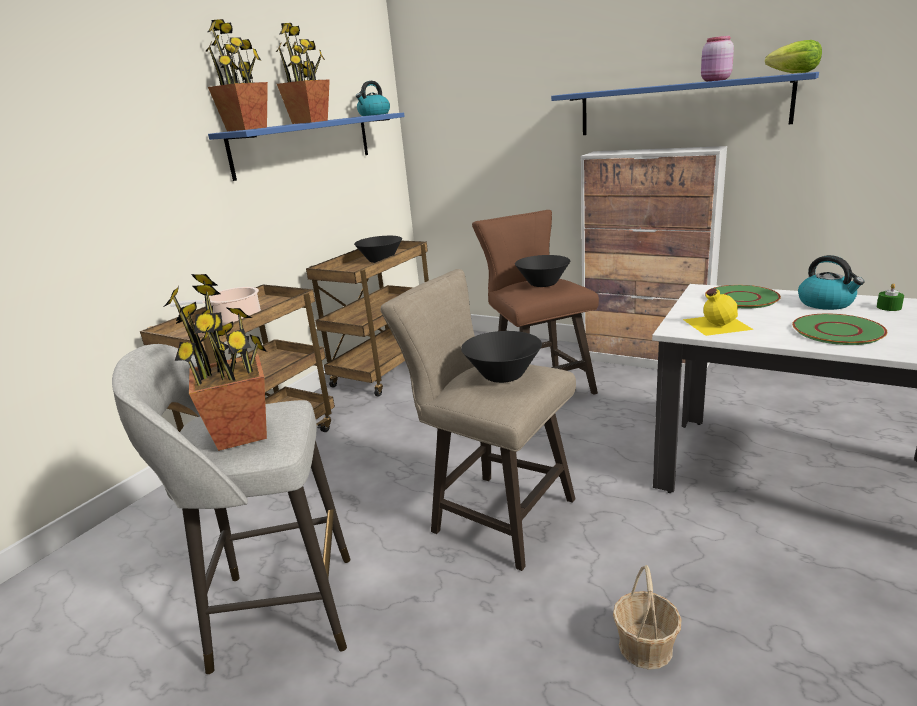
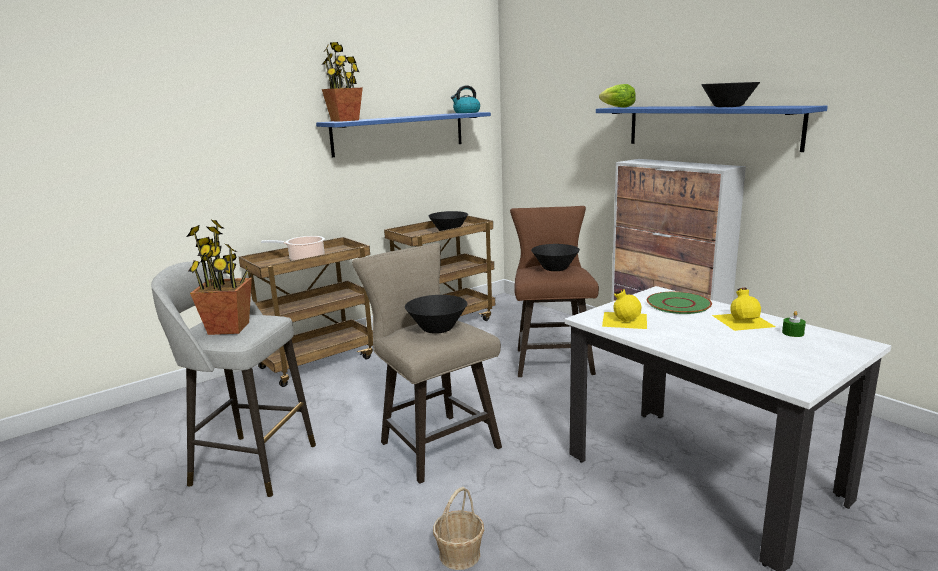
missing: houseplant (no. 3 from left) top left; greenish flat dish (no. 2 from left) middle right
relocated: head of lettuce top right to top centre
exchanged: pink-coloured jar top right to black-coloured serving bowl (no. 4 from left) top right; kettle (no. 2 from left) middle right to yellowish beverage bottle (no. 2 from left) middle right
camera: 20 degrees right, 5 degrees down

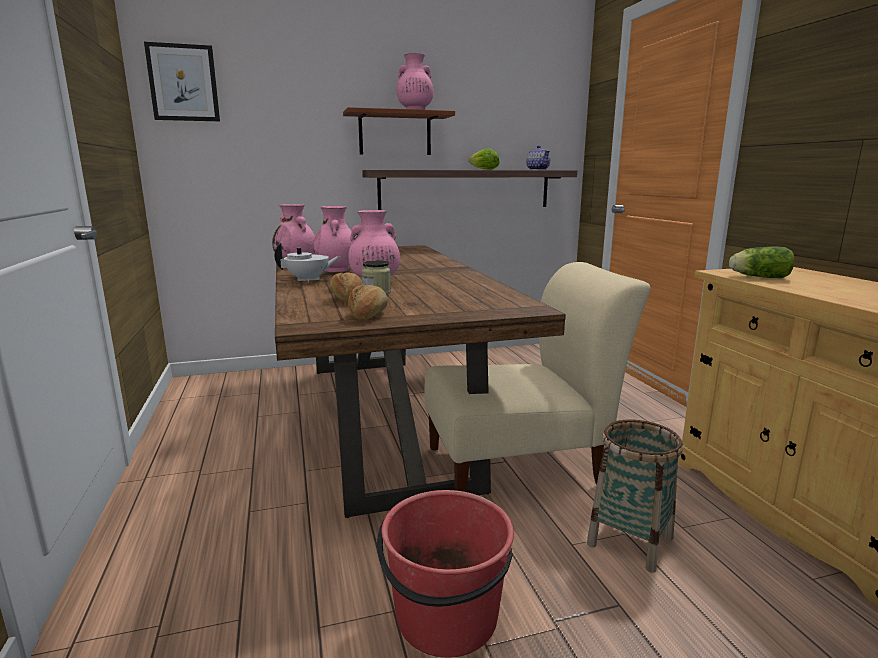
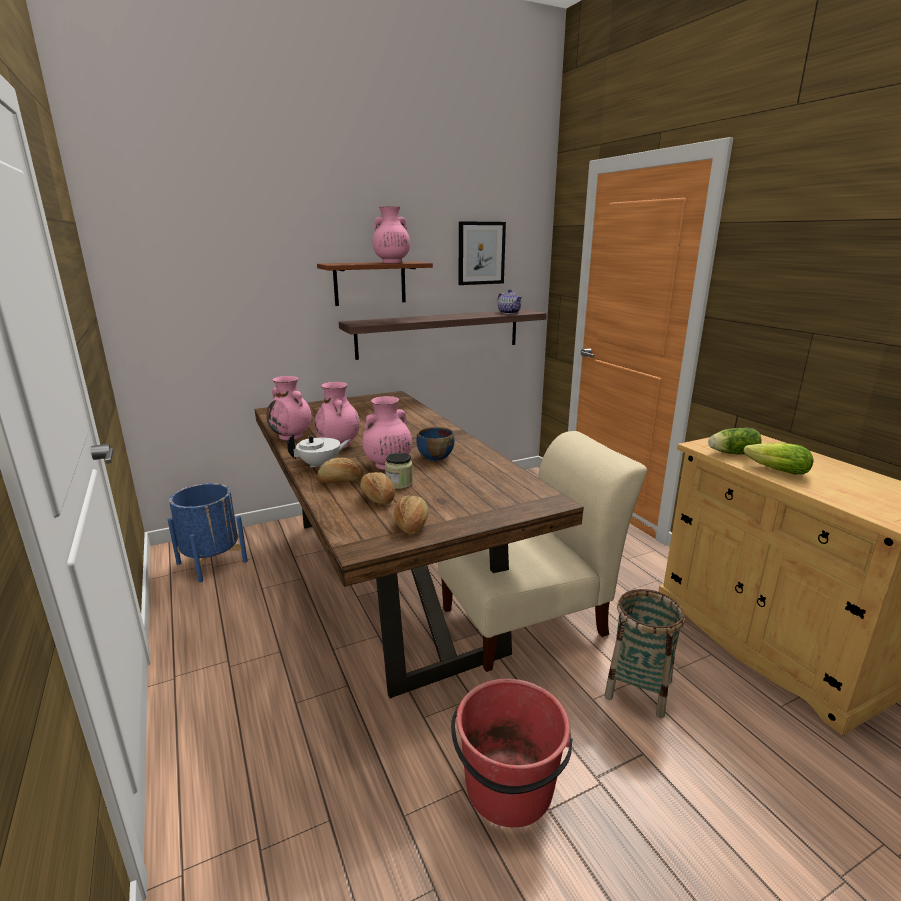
appeared: bluish serving bowl centre; bread (no. 1 from left) centre; bluish planter middle left
relocated: picture top left to top centre; head of lettuce (no. 1 from left in the first image) top centre to head of lettuce (no. 2 from left) middle right
camera: 10 degrees left, 5 degrees up

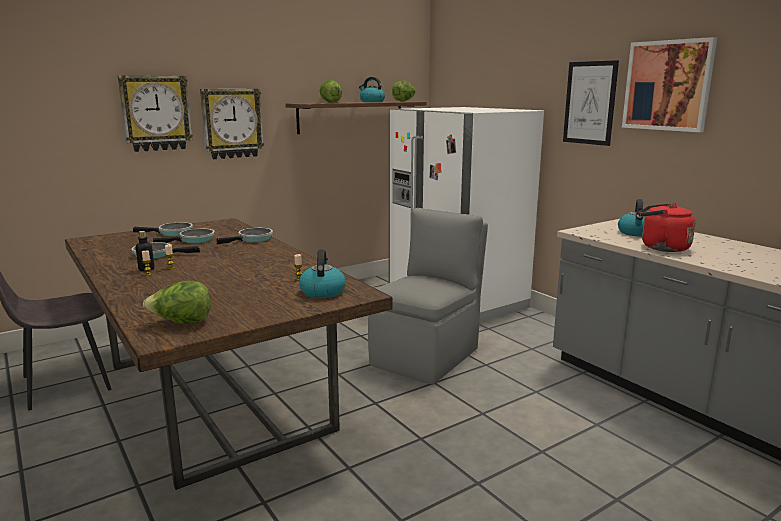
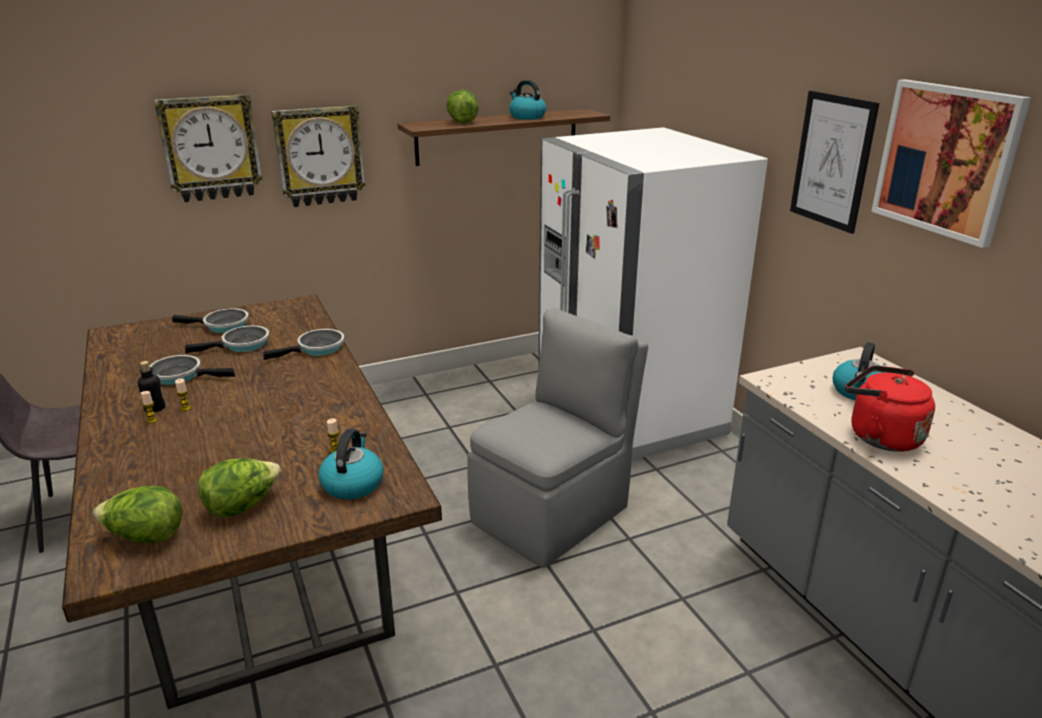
relocated: head of lettuce (no. 3 from left in the first image) top centre to head of lettuce (no. 2 from left) bottom left
camera: 10 degrees right, 10 degrees up

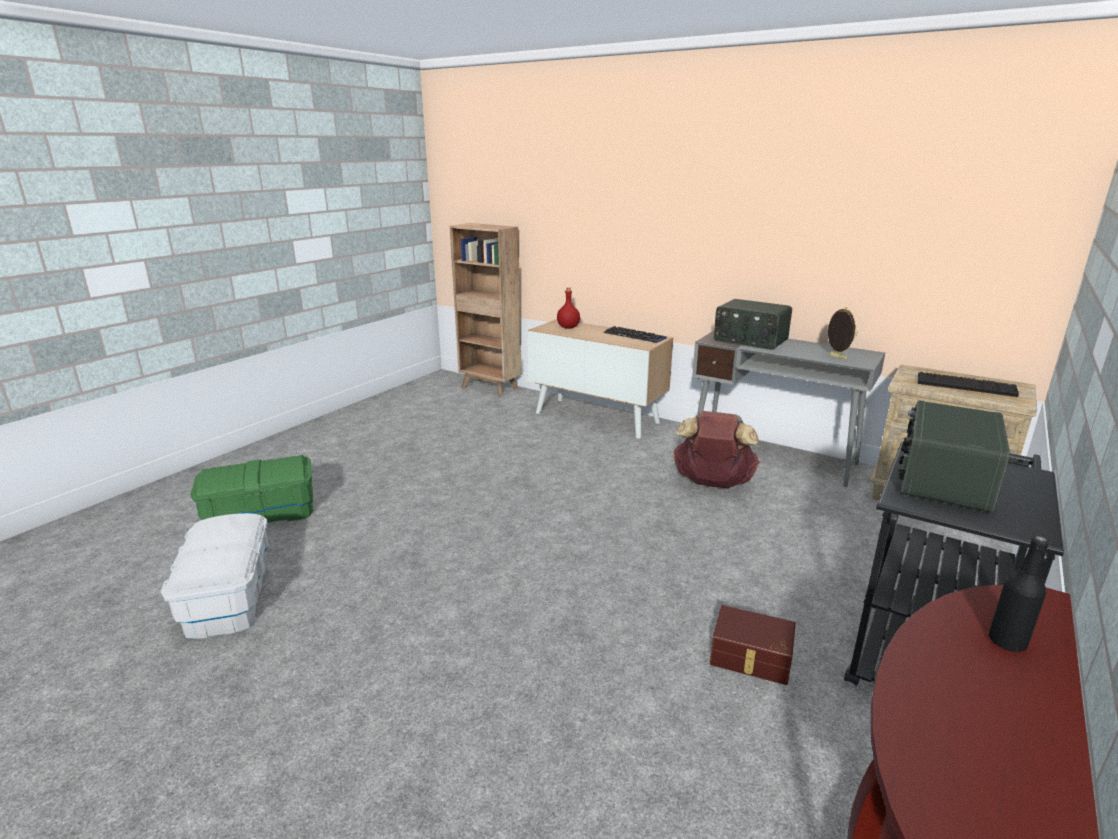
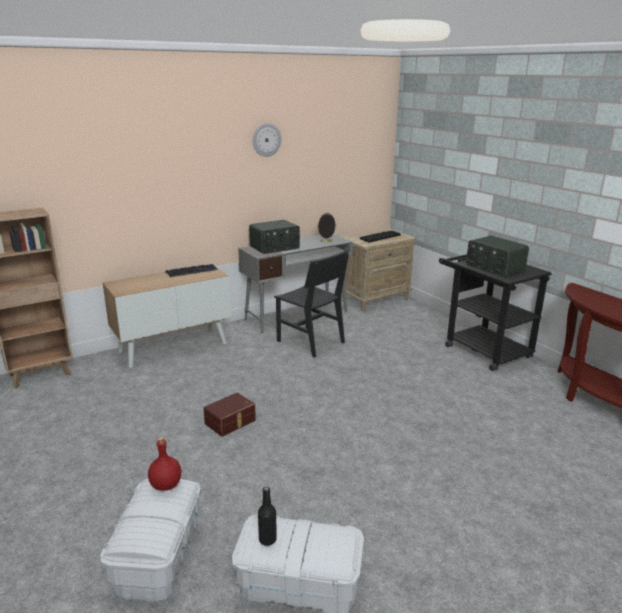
appeared: clock on the wall top centre
relocated: reddish beverage bottle centre to bottom left; black-coloured beverage bottle bottom right to bottom centre; brown-coloured storage bin bottom right to bottom centre
exchanged: brown-coloured knapsack centre to black-coloured upright chair centre
colour: greenish storage bin middle left to whitish storage bin (no. 1 from left) bottom left
camera: 65 degrees left, 0 degrees up

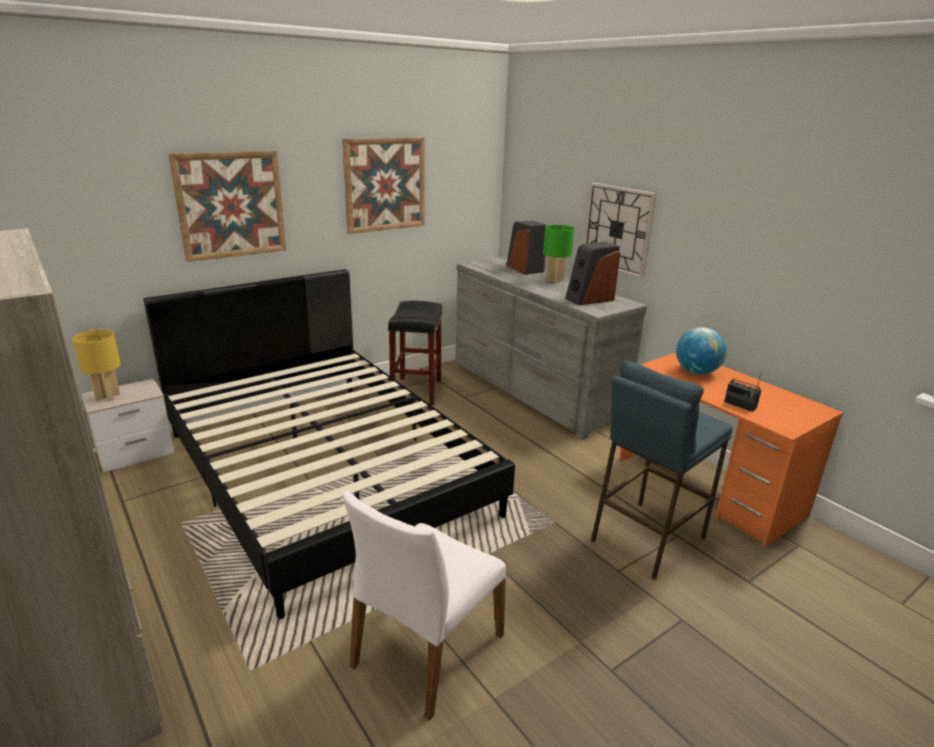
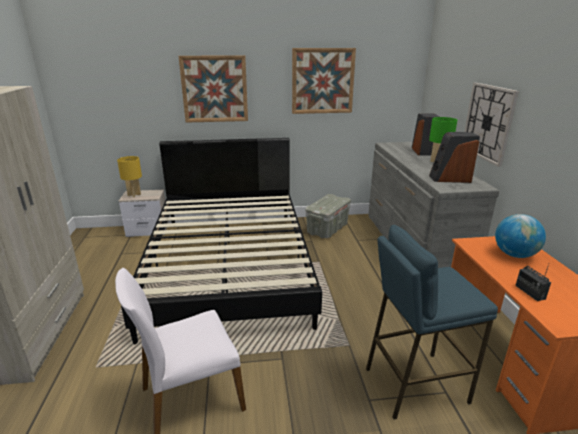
exchanged: black-coloured stool seat centre to grey storage bin centre
camera: 30 degrees right, 0 degrees up

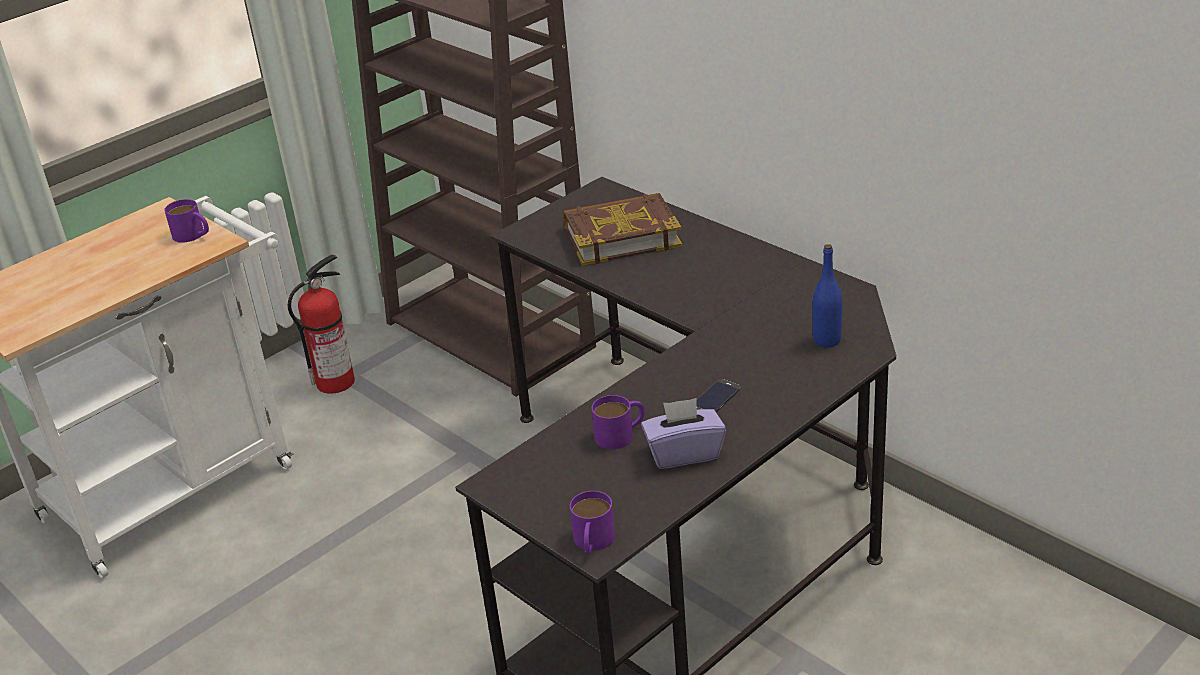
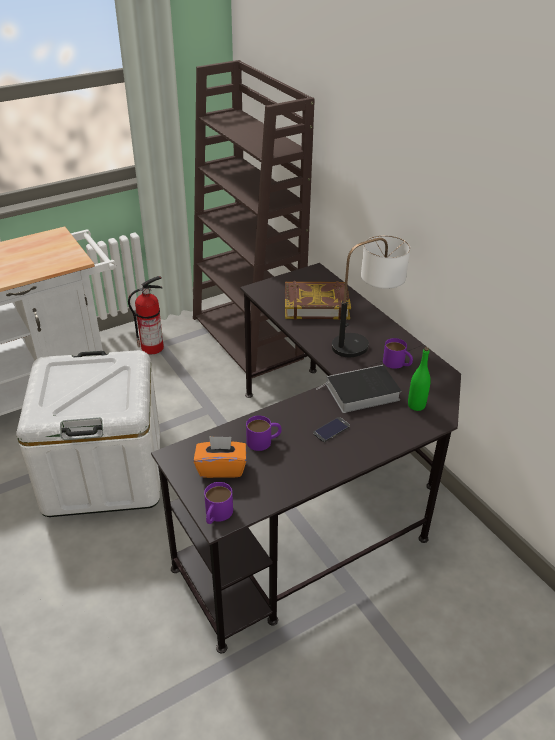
missing: purple-coloured tissue box centre
appeared: table lamp middle right; whitish storage bin middle left; volume (no. 2 from left) centre; orange-coloured tissue box centre
relocated: purple-coloured coffee mug (no. 1 from left in the first image) top left to purple-coloured coffee mug (no. 3 from left) middle right
colour: bluish beverage bottle middle right to greenish beverage bottle middle right
camera: 10 degrees right, 5 degrees up

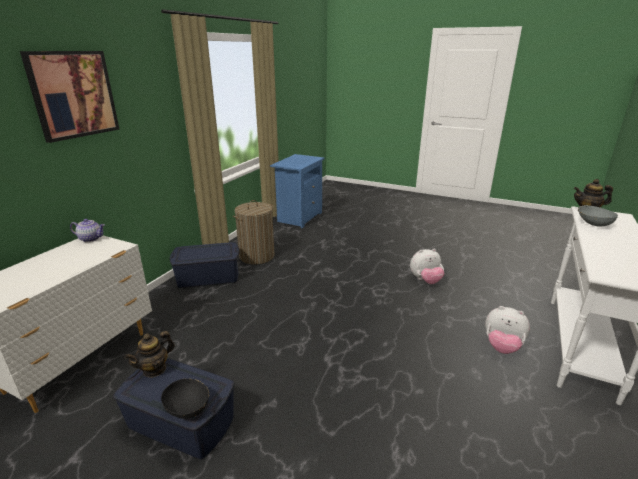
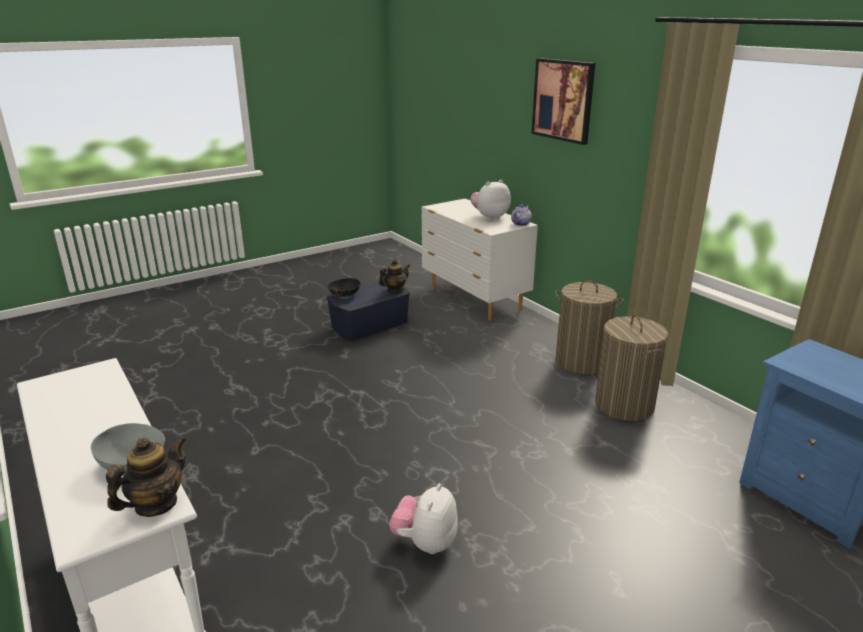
relocated: plush toy (no. 2 from left) bottom right to top centre
exchanged: bluish storage bin (no. 2 from left) middle left to laundry basket (no. 1 from left) middle right
spun: teapot (no. 2 from left) bottom left = centre 75 degrees clockwise
camera: 120 degrees right, 0 degrees up

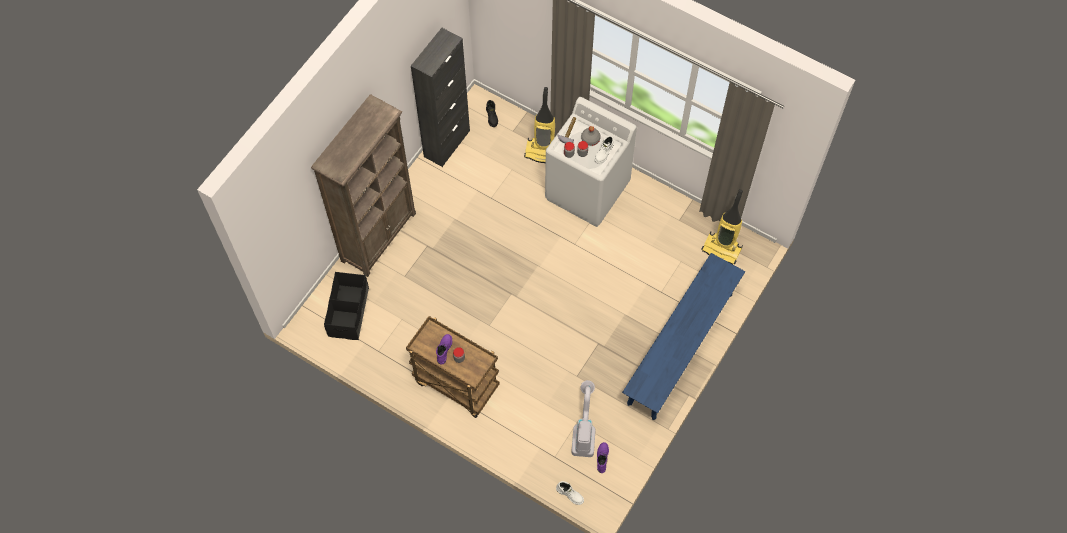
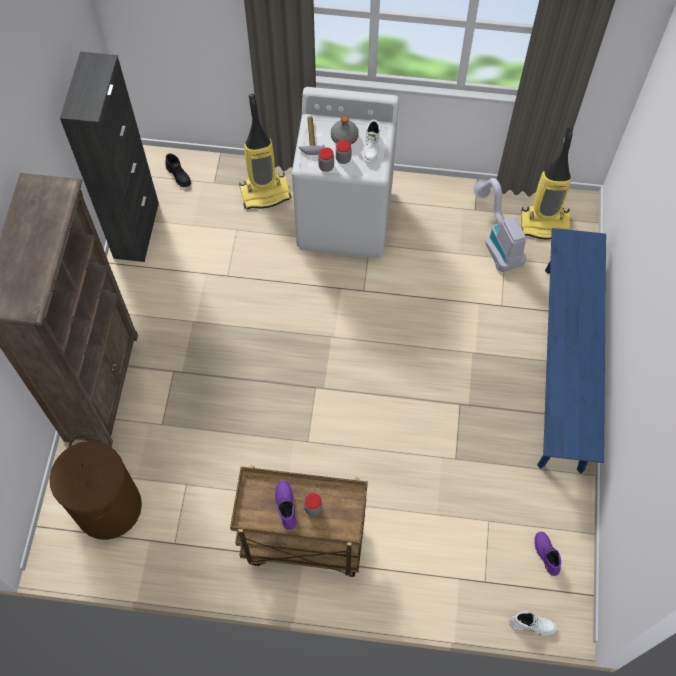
relocated: vacuum cleaner (no. 2 from left) bottom centre to top right
exchanged: black-coloured storage bin middle left to brown-coloured laundry basket bottom left
camera: 25 degrees left, 0 degrees up

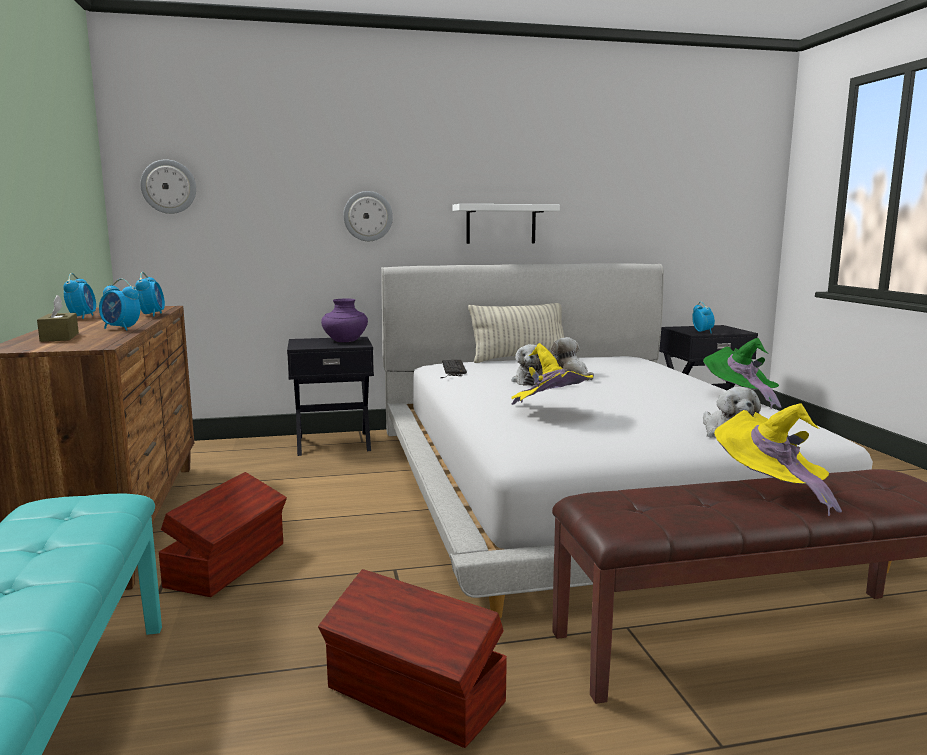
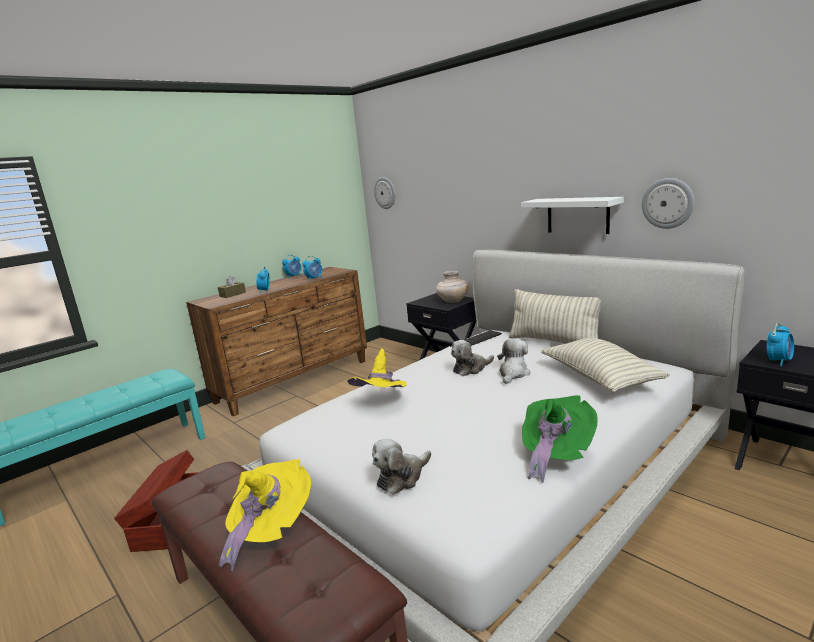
missing: brown-coloured storage bin (no. 1 from left) bottom left
appeared: cushion (no. 2 from left) middle right
relocated: clock on the wall (no. 2 from left) top centre to top right
colour: purple-coloured vase centre to beige vase centre
camera: 60 degrees right, 5 degrees up

